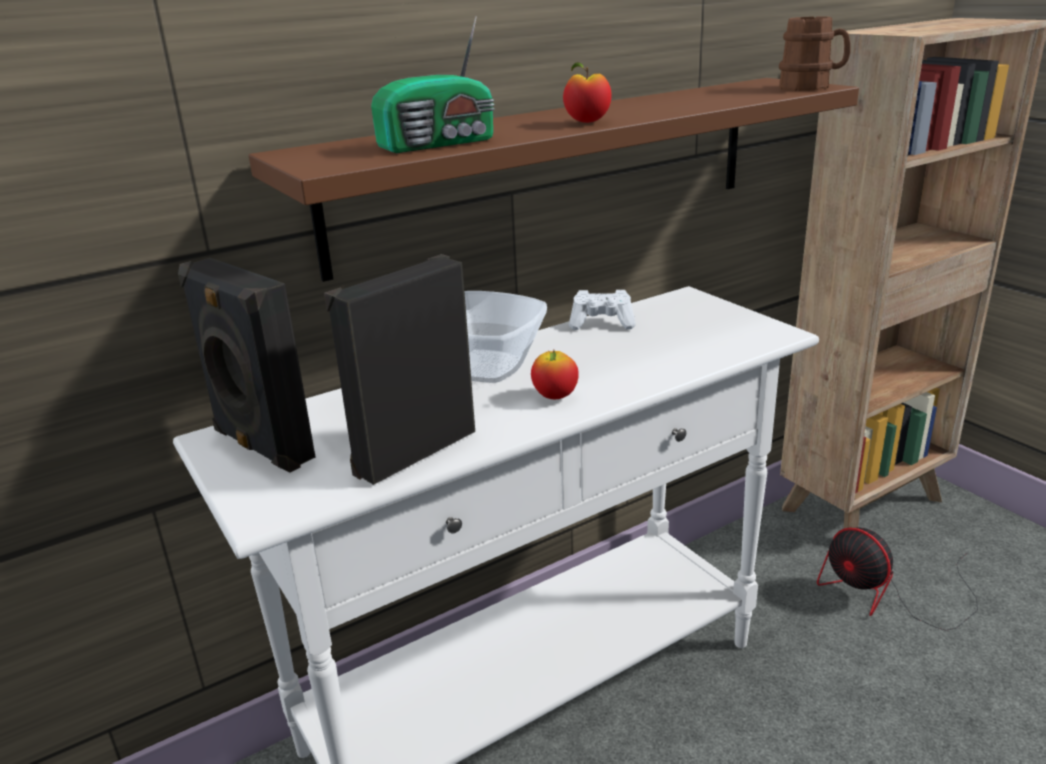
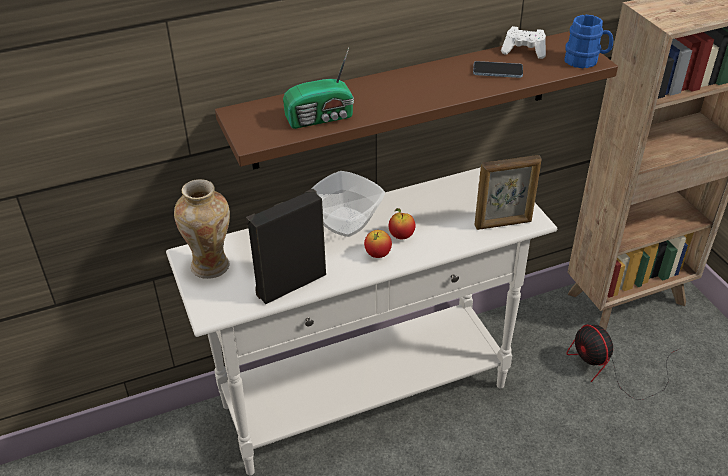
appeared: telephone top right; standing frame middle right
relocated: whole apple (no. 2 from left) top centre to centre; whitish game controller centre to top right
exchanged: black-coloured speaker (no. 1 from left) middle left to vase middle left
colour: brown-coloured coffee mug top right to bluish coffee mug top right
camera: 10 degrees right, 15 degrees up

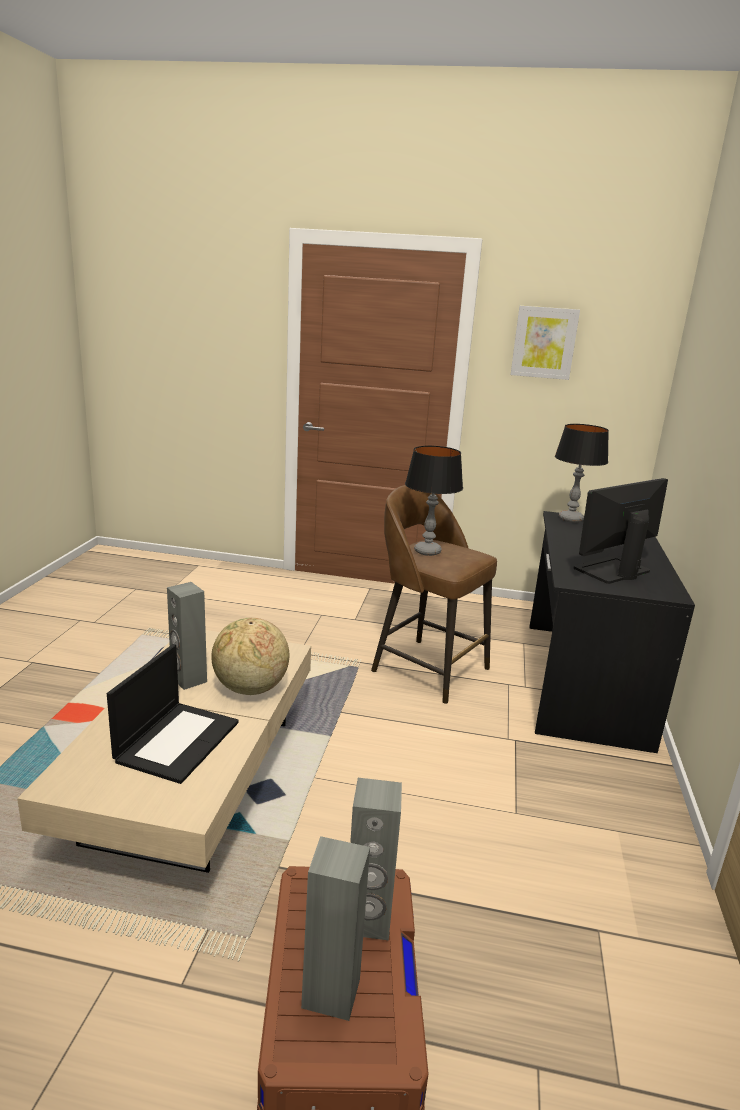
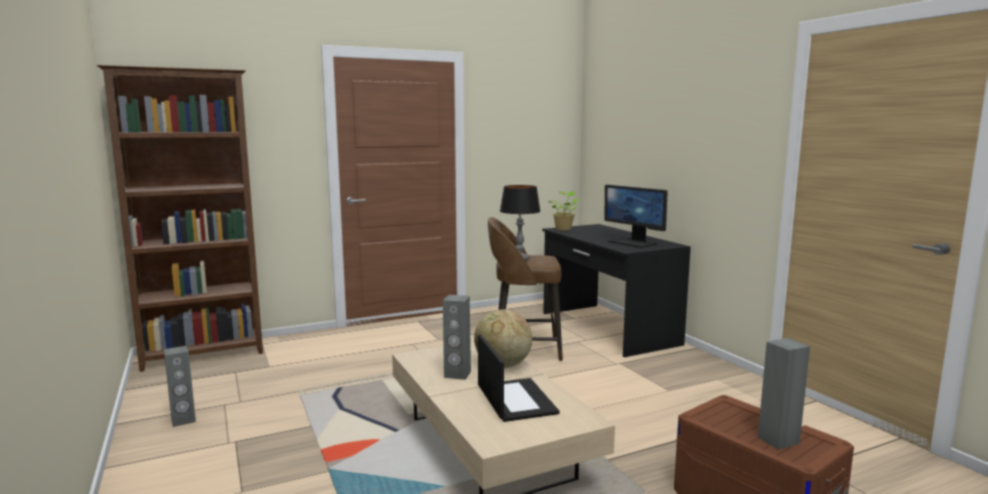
missing: picture top right
appeared: brown-coloured shelving unit middle left
relocated: grey speaker (no. 3 from left in the first image) bottom centre to grey speaker (no. 1 from left) bottom left
exchanged: table lamp (no. 2 from left) middle right to houseplant centre
spun: computer screen middle right = centre 60 degrees counterclockwise
camera: 35 degrees left, 10 degrees down

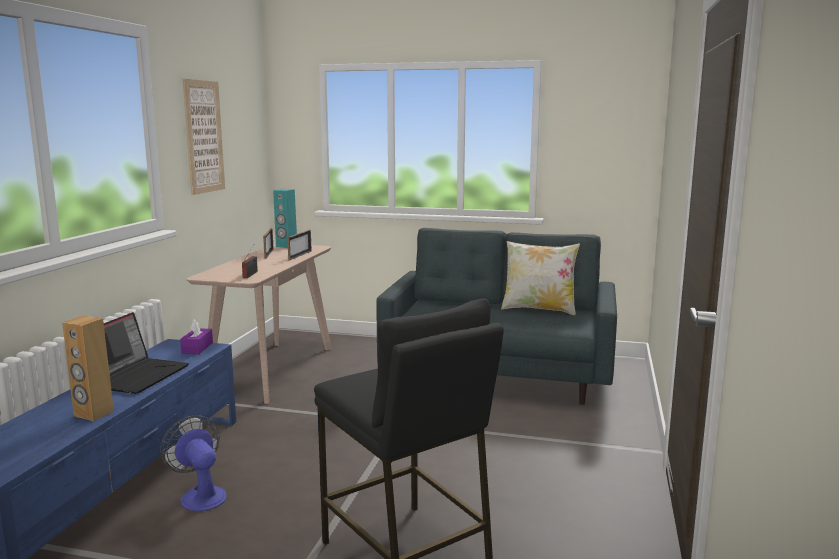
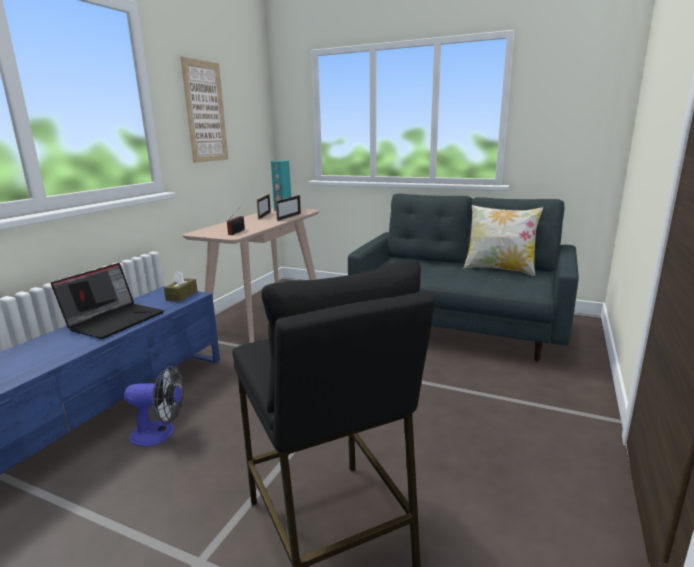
missing: brown-coloured speaker middle left
colour: purple-coloured tissue box middle left to brown-coloured tissue box middle left
spun: fan bottom left = bottom left 120 degrees clockwise
camera: 10 degrees right, 5 degrees up

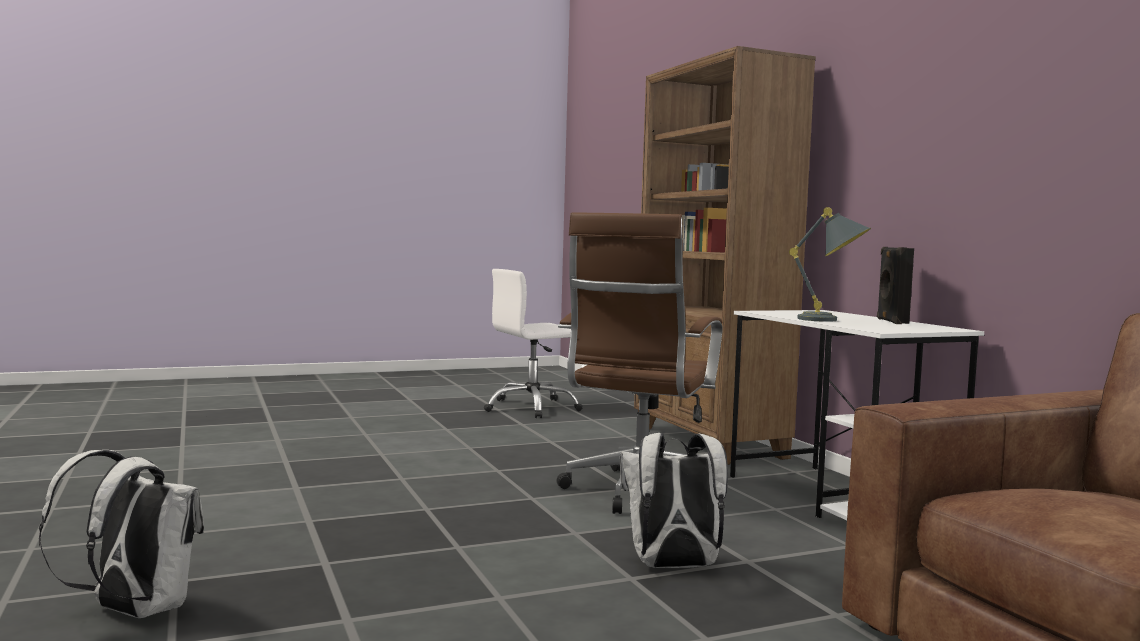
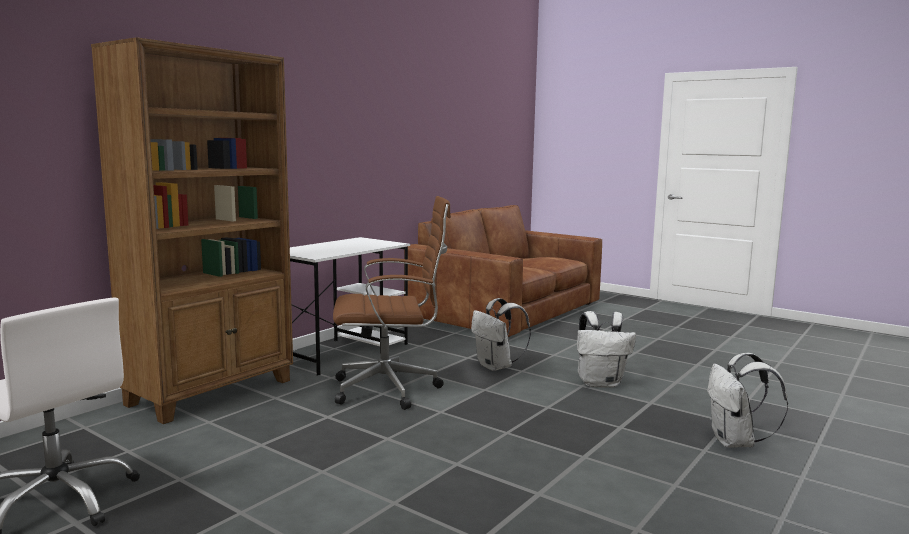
missing: grey table lamp middle right; black-coloured speaker middle right
appeared: whitish knapsack (no. 2 from left) middle right
camera: 120 degrees left, 5 degrees up

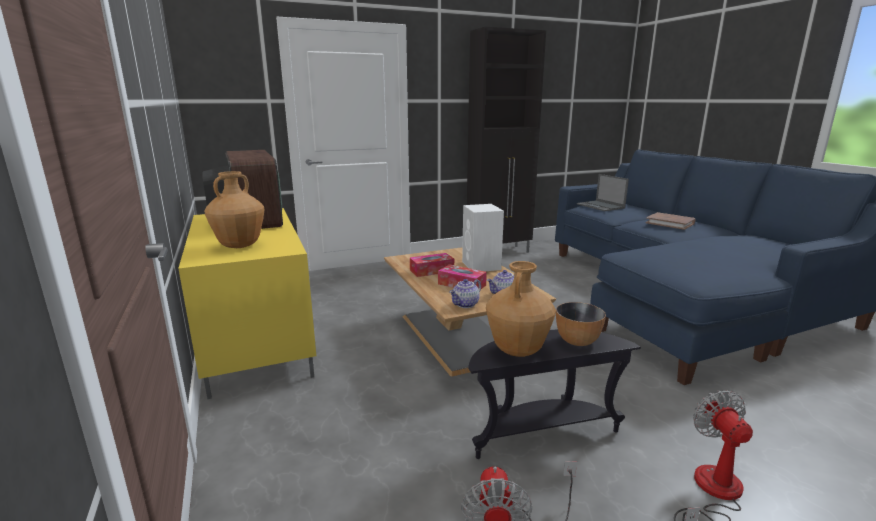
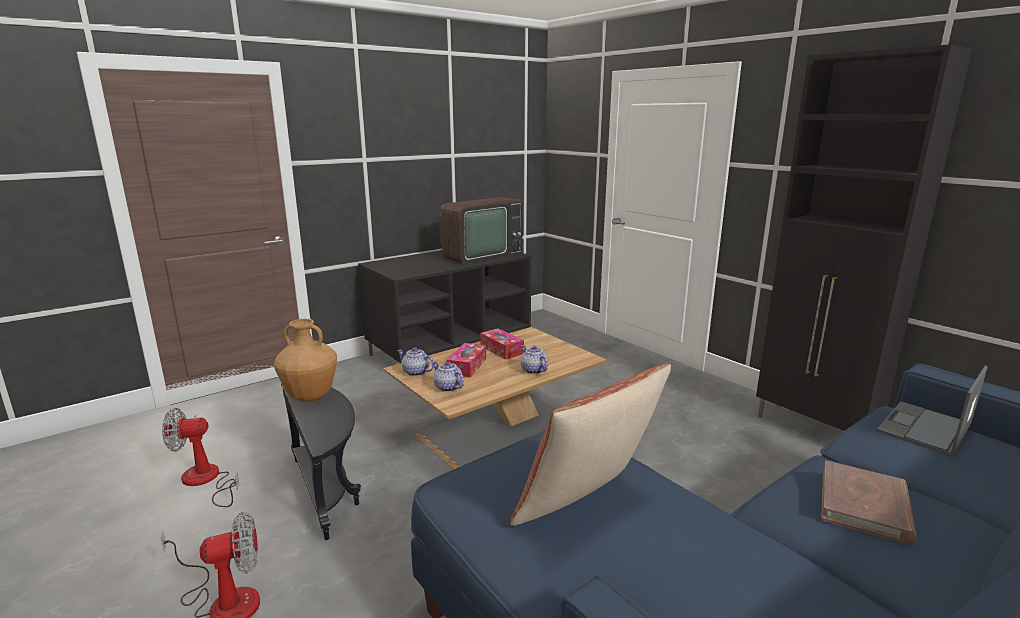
missing: brown-coloured vase (no. 1 from left) middle left; serving bowl centre
appeared: cushion bottom centre
exchanged: whitish speaker centre to teapot (no. 3 from left) centre
colour: yellowish media console middle left to black-coloured media console centre
camera: 75 degrees right, 0 degrees up

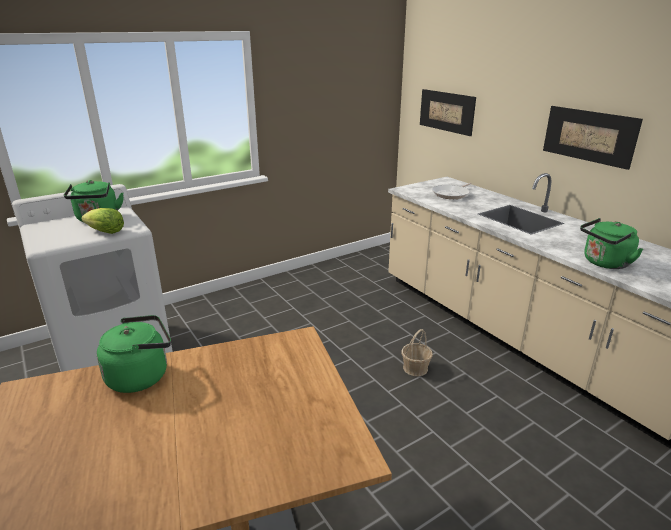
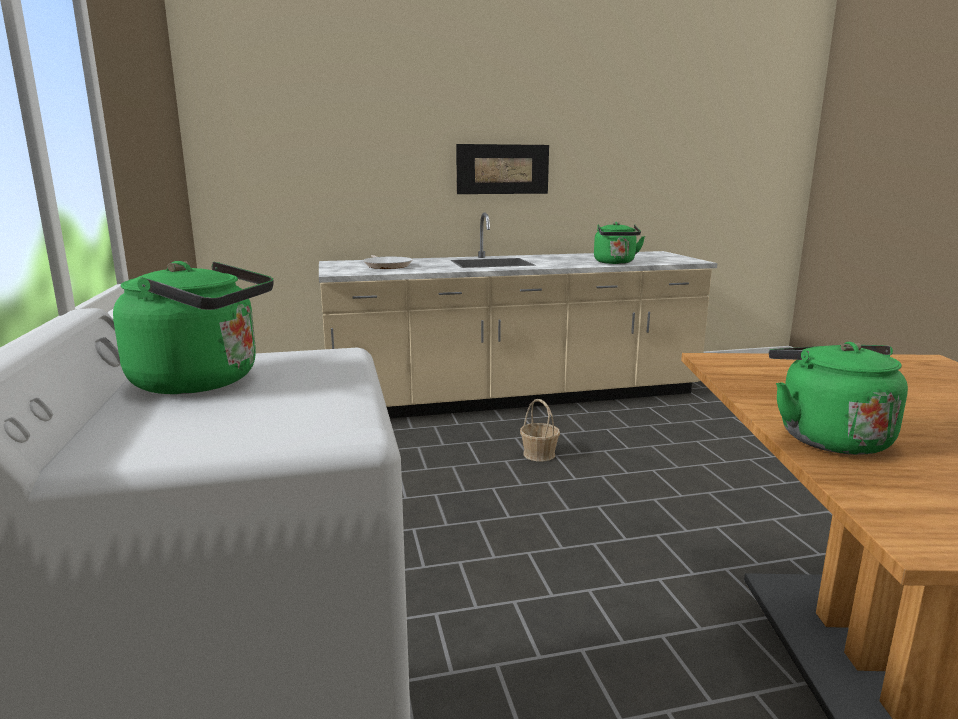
missing: picture (no. 1 from left) top right; head of lettuce middle left
camera: 70 degrees left, 10 degrees down

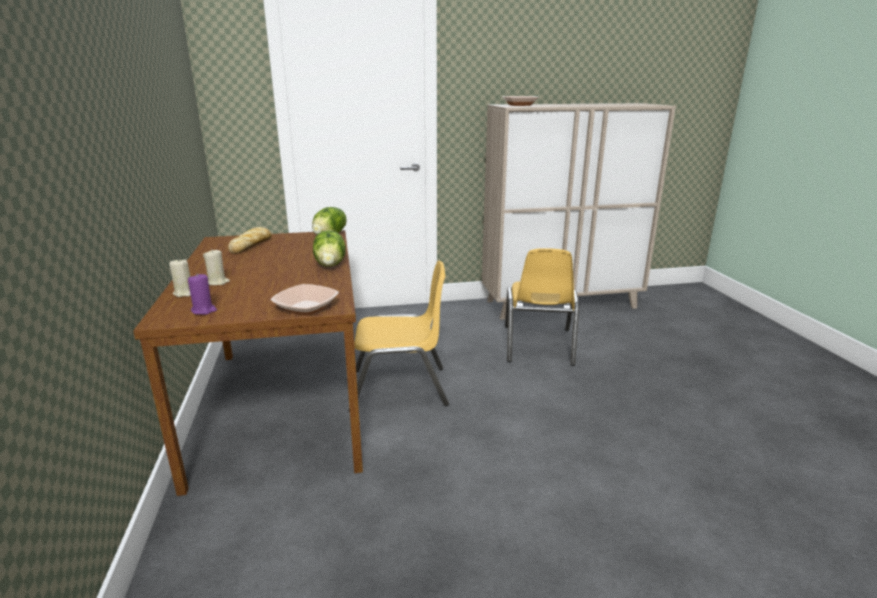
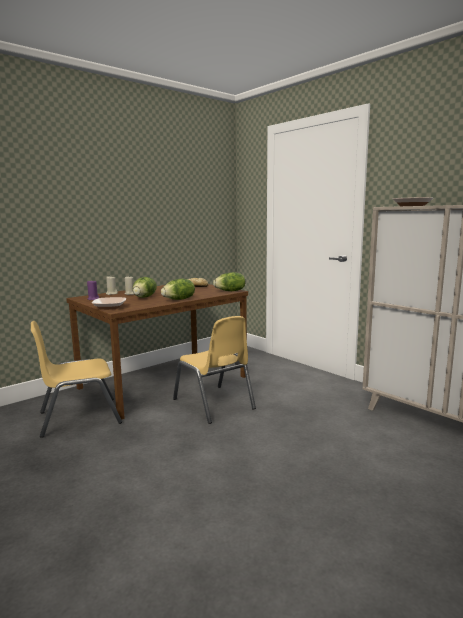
appeared: head of lettuce (no. 1 from left) middle left
relocated: yellowish upright chair (no. 2 from left in the first image) centre to yellowish upright chair (no. 1 from left) middle left
camera: 60 degrees right, 10 degrees down

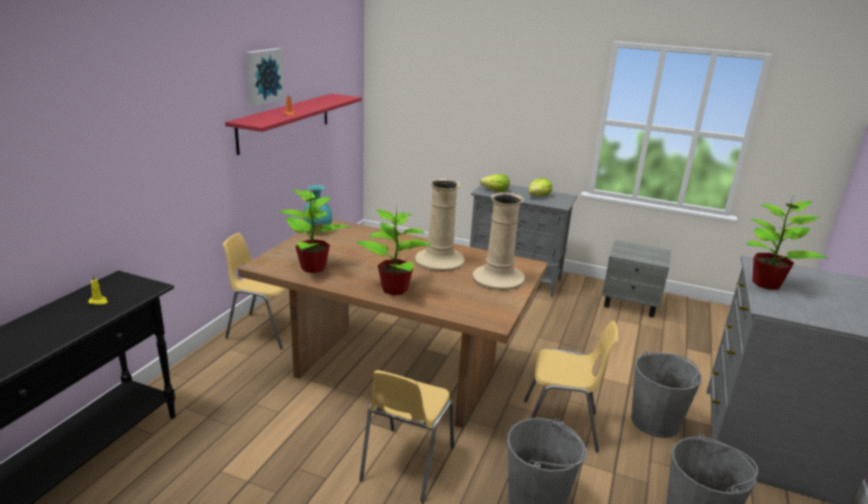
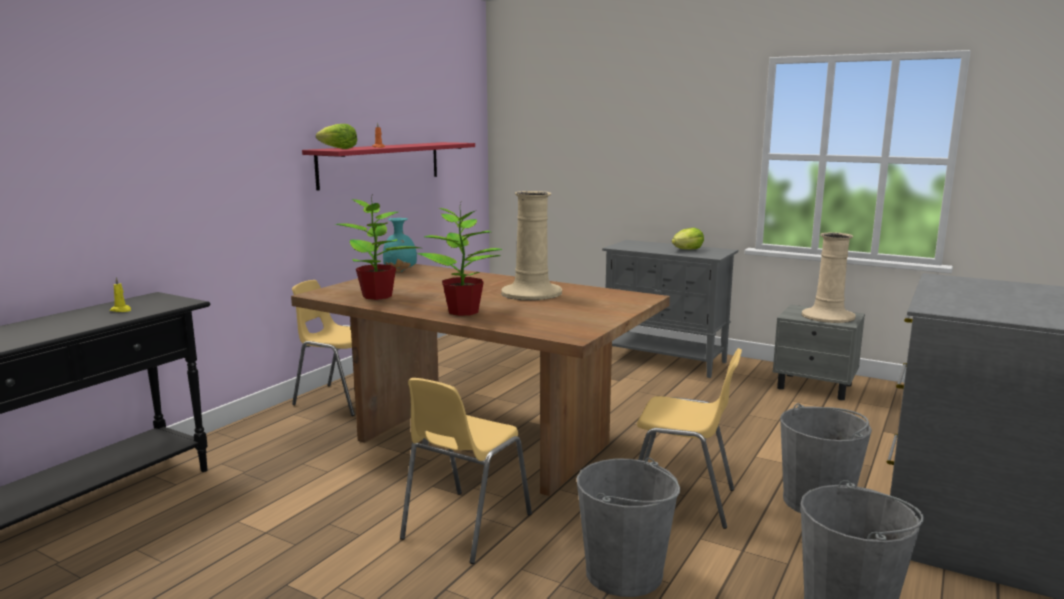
missing: picture top left; houseplant (no. 3 from left) middle right
relocated: head of lettuce (no. 1 from left) centre to top left; beige vase (no. 2 from left) centre to middle right
camera: 10 degrees right, 10 degrees down

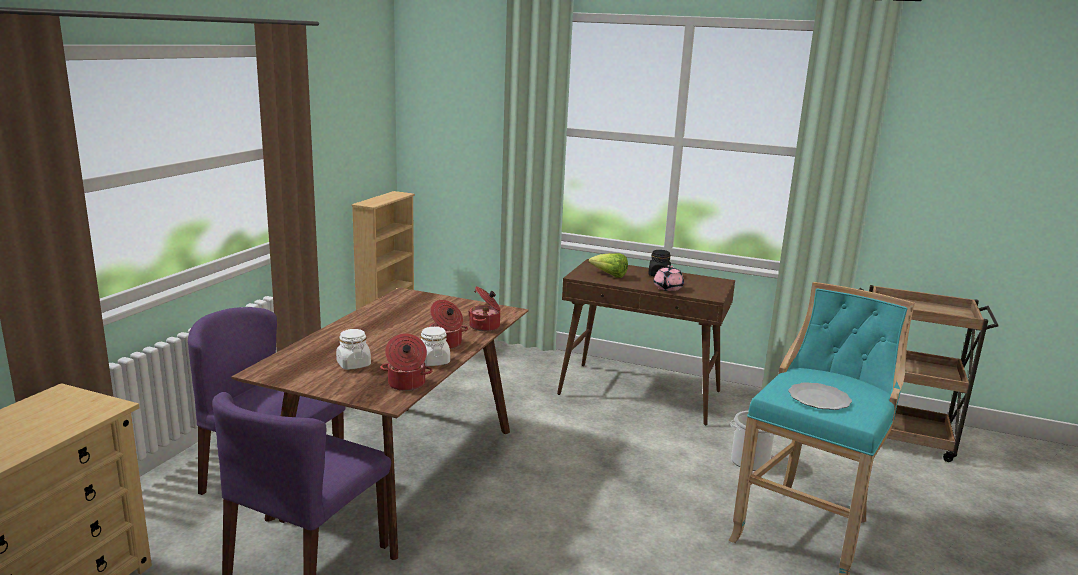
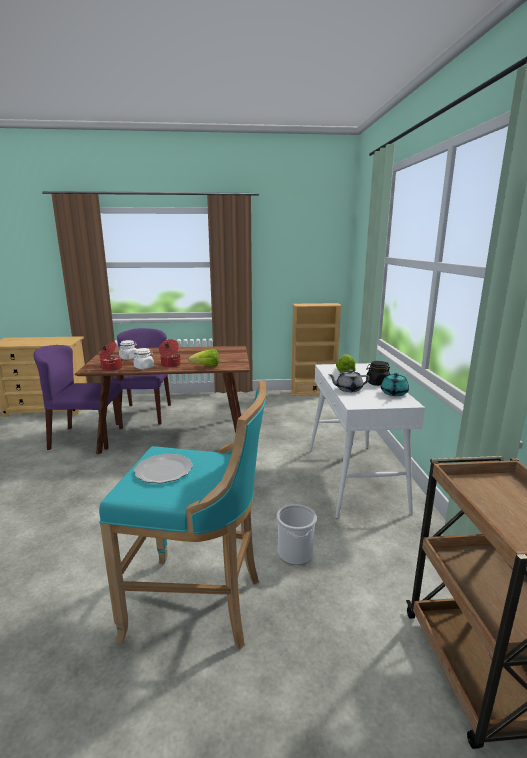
appeared: turquoise teapot middle right
exchanged: saucepot (no. 3 from left) centre to head of lettuce (no. 1 from left) centre
colour: brown-coloured narrow table centre to whitish narrow table middle right; pink-coloured teapot centre to grey teapot centre
camera: 65 degrees right, 0 degrees up

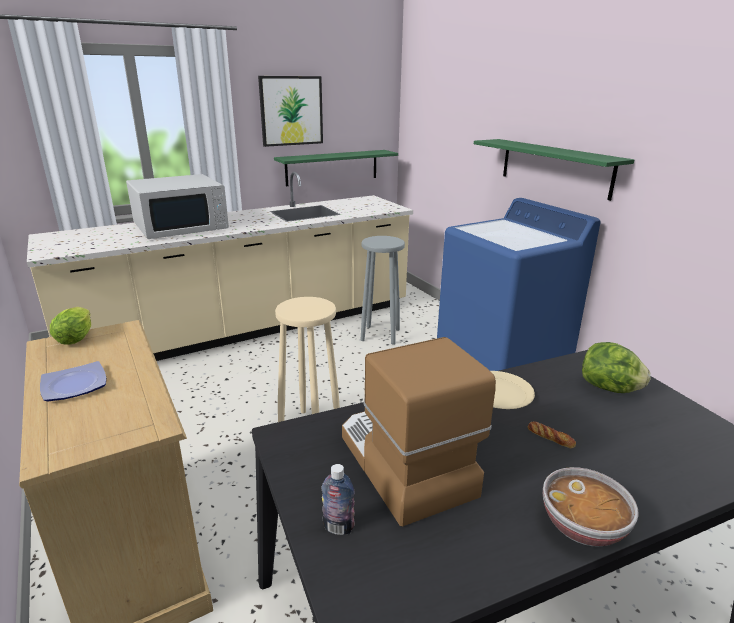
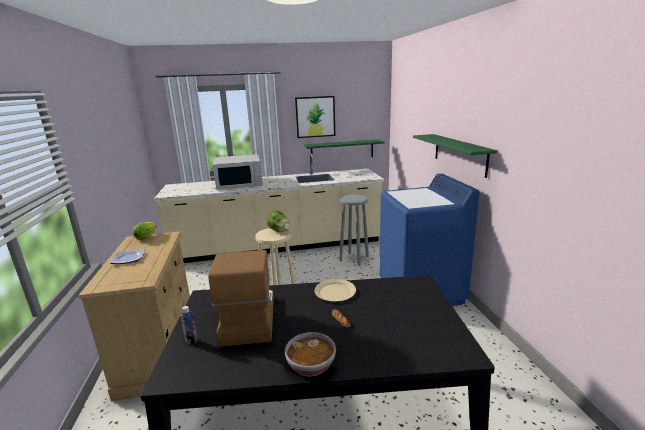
relocated: head of lettuce (no. 2 from left) middle right to centre
camera: 20 degrees right, 5 degrees down

